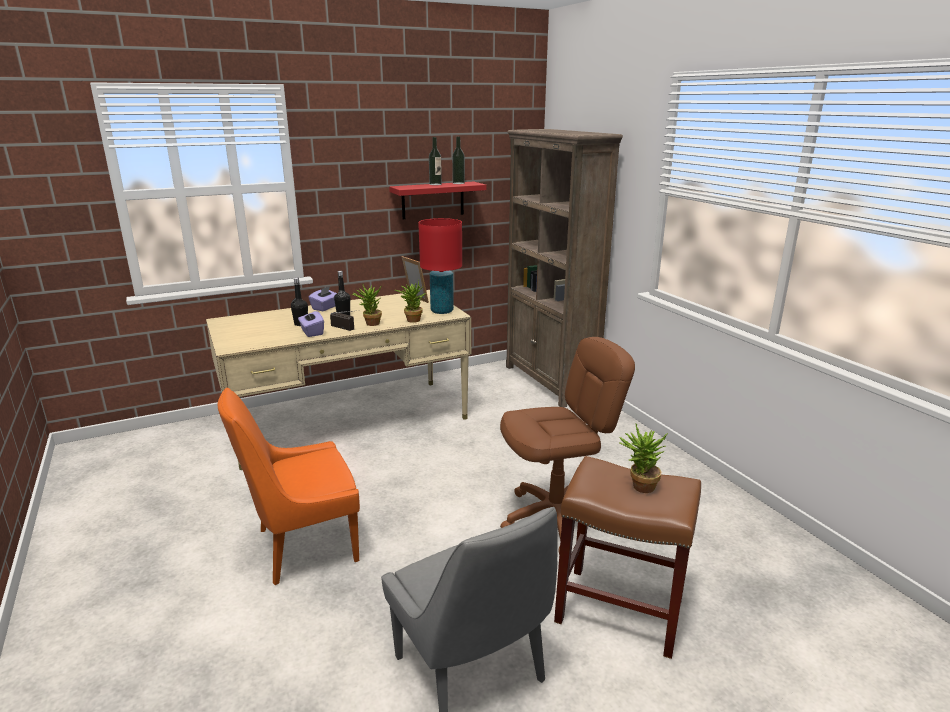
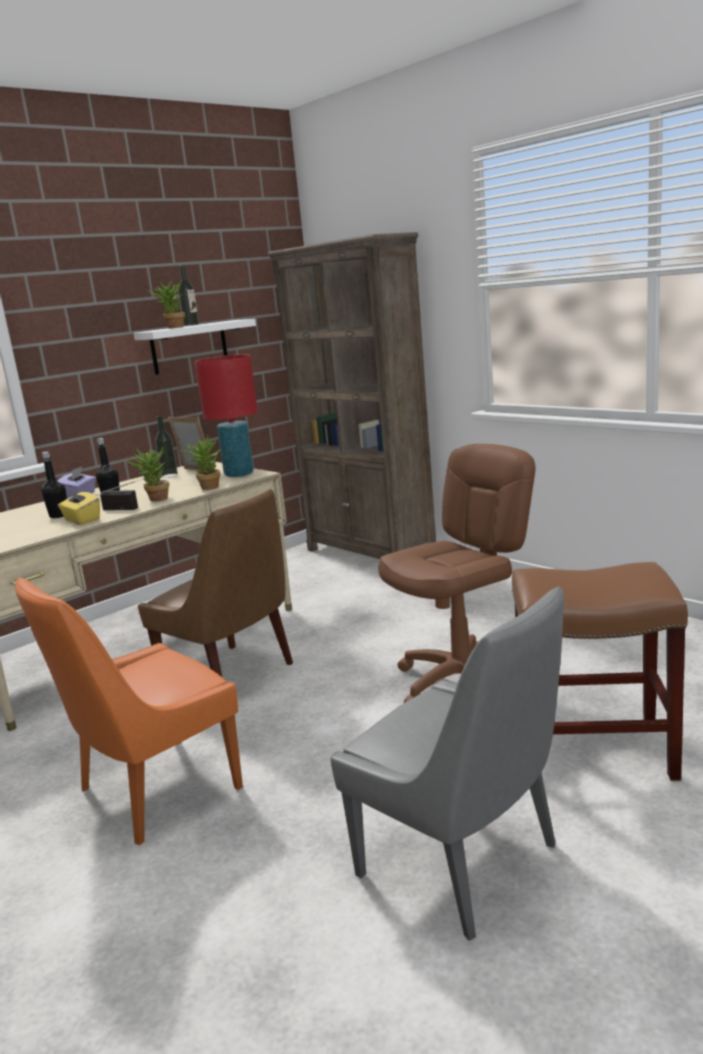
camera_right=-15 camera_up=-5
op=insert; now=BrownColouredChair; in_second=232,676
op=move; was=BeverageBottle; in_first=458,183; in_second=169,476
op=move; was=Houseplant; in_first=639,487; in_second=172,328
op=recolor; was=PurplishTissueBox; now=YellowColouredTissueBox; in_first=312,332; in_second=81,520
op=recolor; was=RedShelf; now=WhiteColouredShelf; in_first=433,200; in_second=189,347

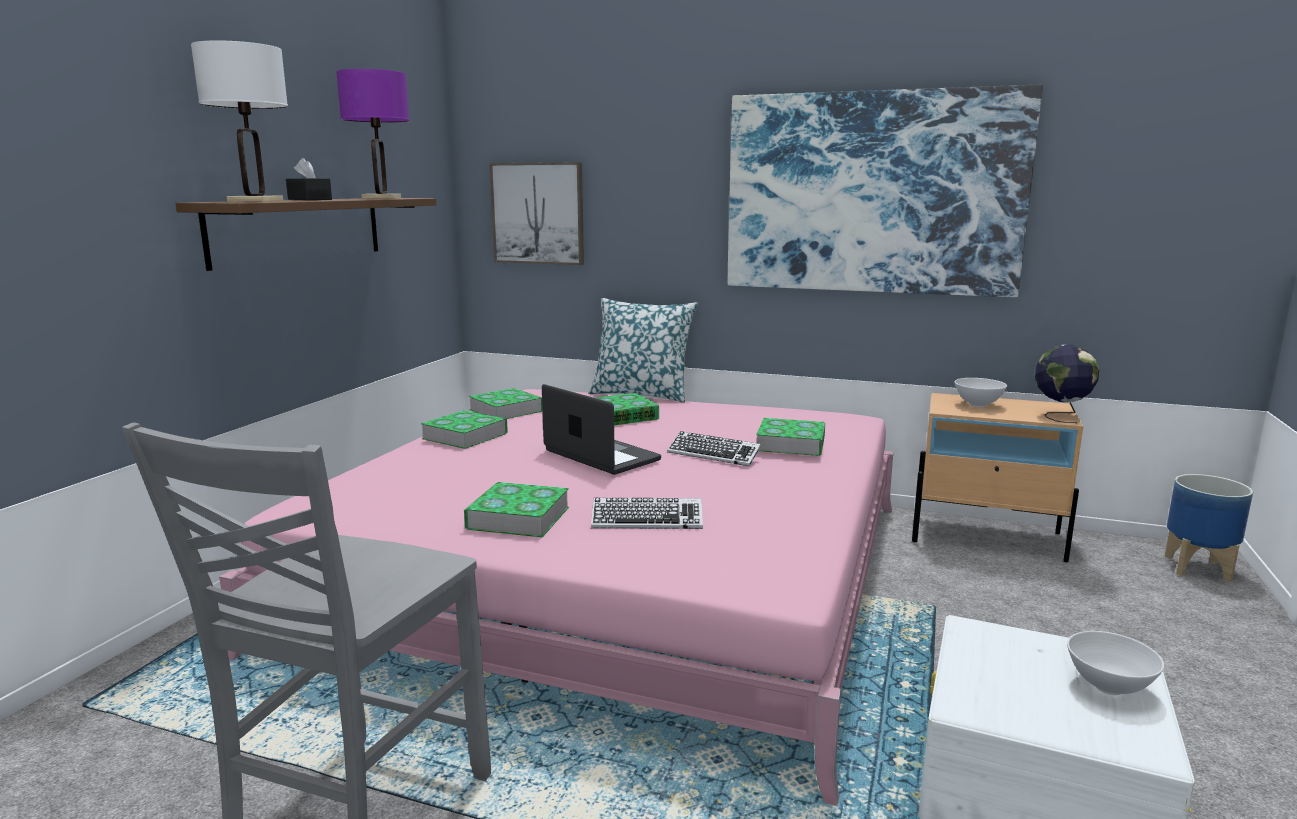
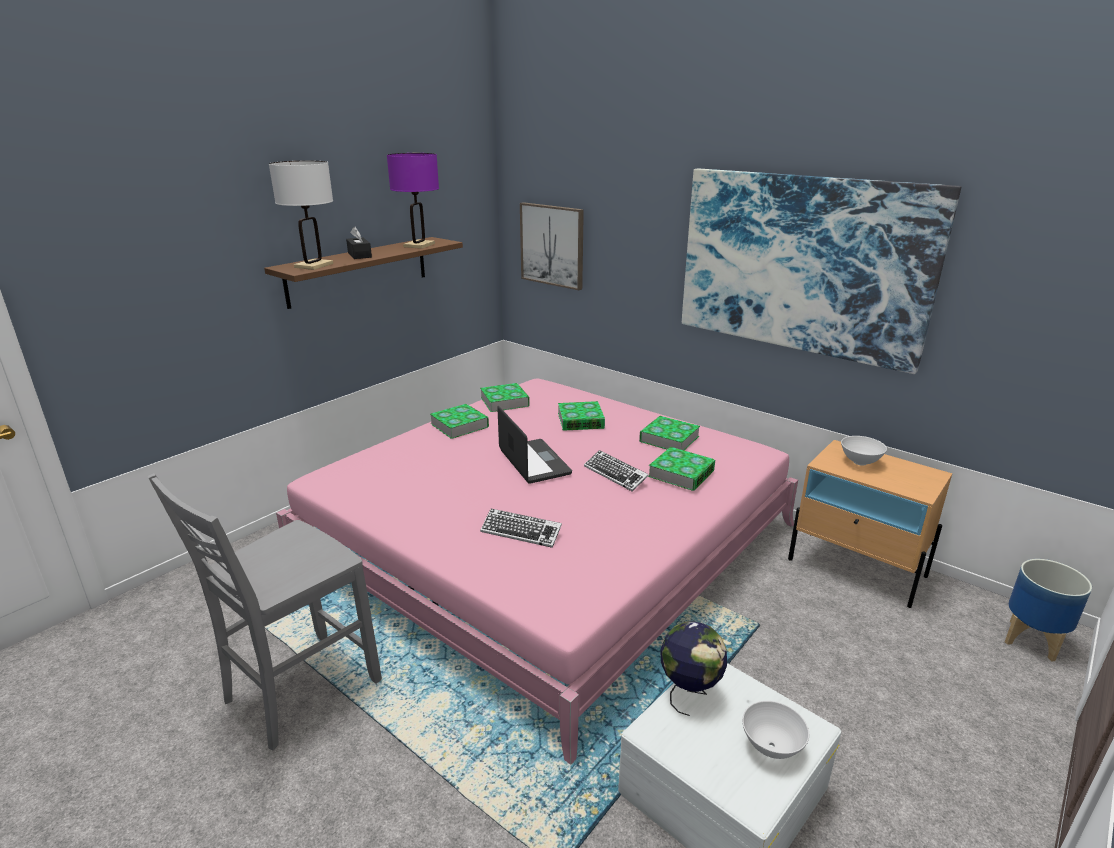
camera_right=20 camera_up=10
op=delete; was=Cushion; in_first=642,394
op=move; was=Book; in_first=518,518; in_second=669,439
op=move; was=DeskGlobe; in_first=1060,416; in_second=689,693

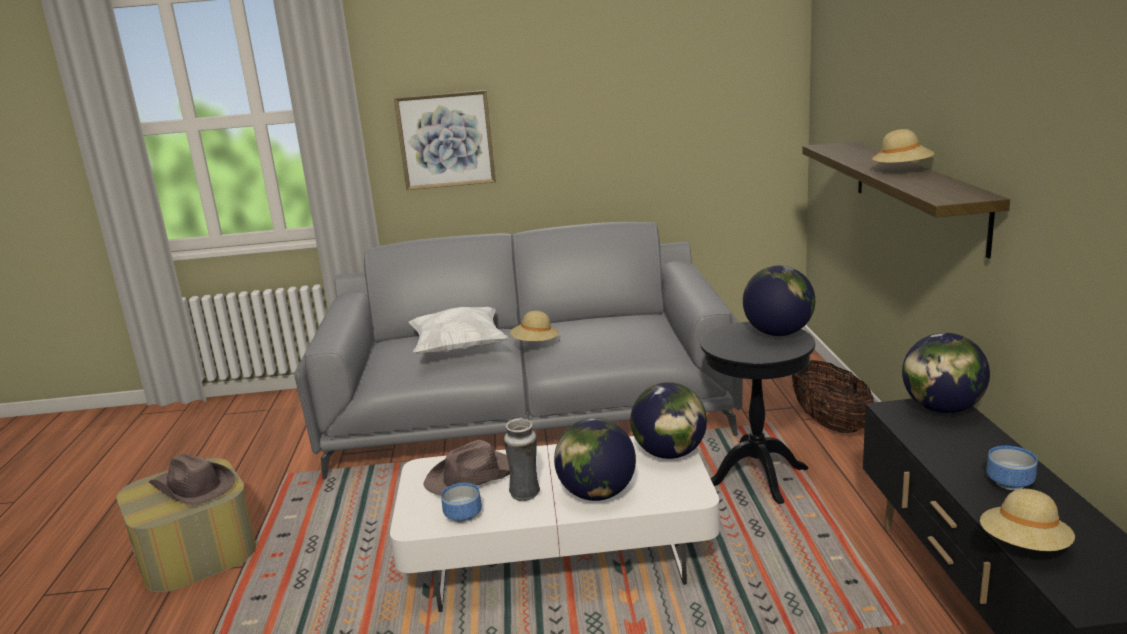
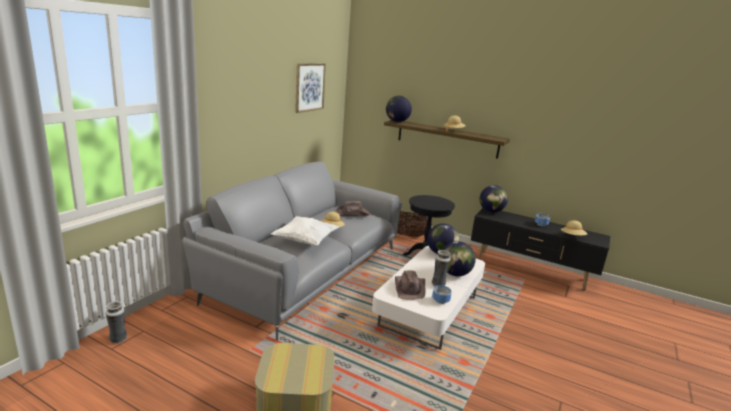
camera_right=-60 camera_up=0
op=insert; now=DecorativeVase; in_second=118,339
op=move; was=BrownColouredWearableHat; in_first=193,487; in_second=352,214
op=move; was=WallArt; in_first=446,140; in_second=309,87
op=move; was=DeskGlobe; in_first=778,333; in_second=397,121

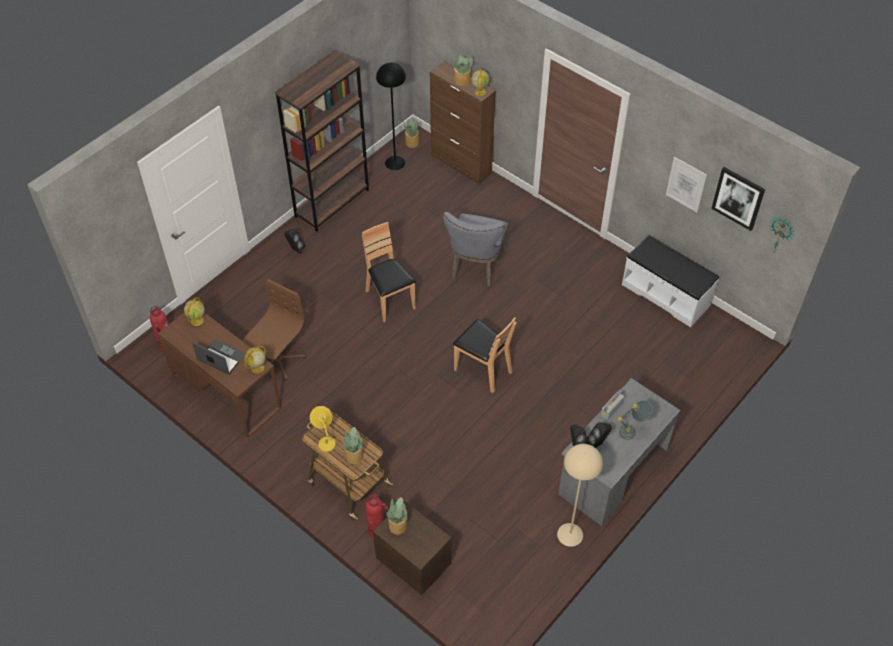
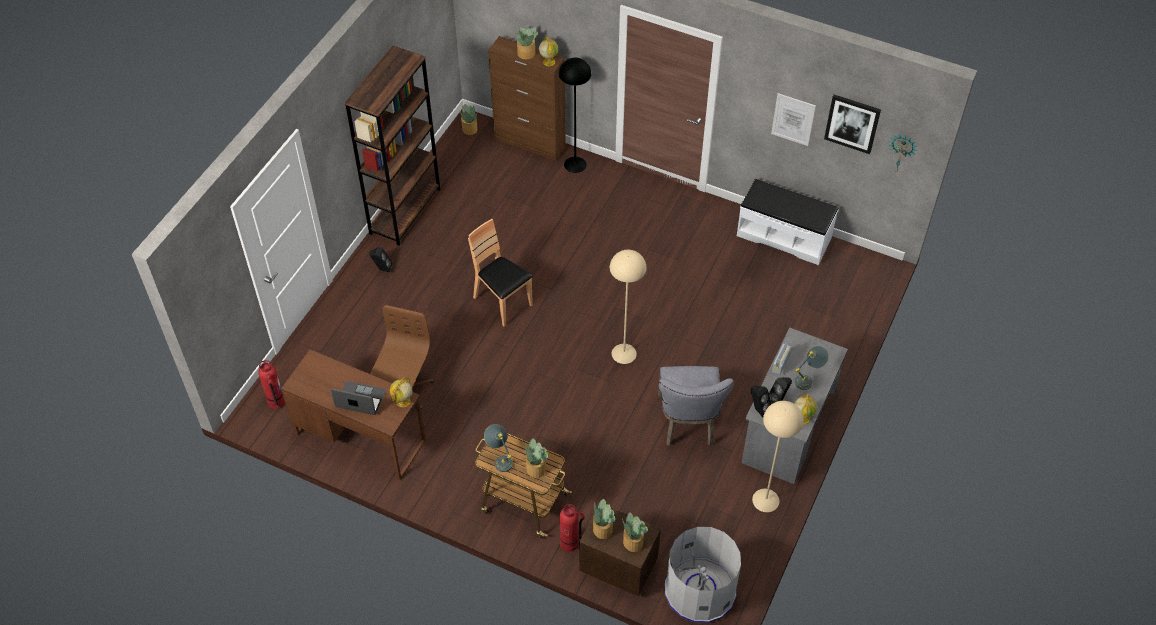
camera_right=-15 camera_up=0
op=insert; now=Houseplant; in_second=633,541
op=insert; now=GreyishTrashCan; in_second=700,590
op=move; was=DeskGlobe; in_first=197,320; in_second=802,418
op=move; was=BlackFloorLamp; in_first=395,163; in_second=575,164
op=move; was=GreyishChair; in_first=476,267; in_second=688,424
op=replace; was=BrownColouredChair; now=BeigeFloorLamp; in_first=483,370; in_second=624,354
op=recolor; was=YellowColouredTabletopLamp; now=GreyishTabletopLamp; in_first=325,439; in_second=500,459

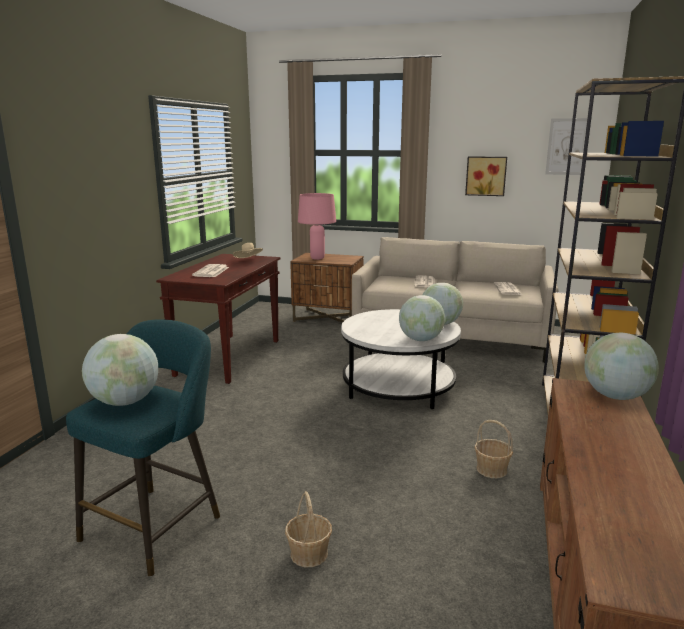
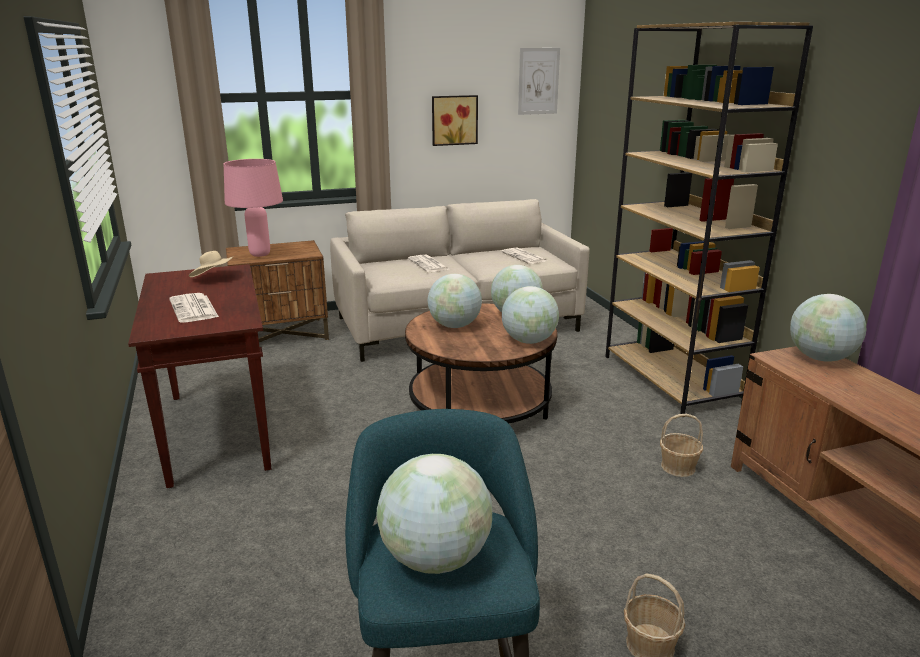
camera_right=-35 camera_up=5
op=insert; now=DeskGlobe; in_second=454,326
op=recolor; was=WhiteColouredLoungeTable; now=BrownColouredLoungeTable; in_first=398,386; in_second=480,403

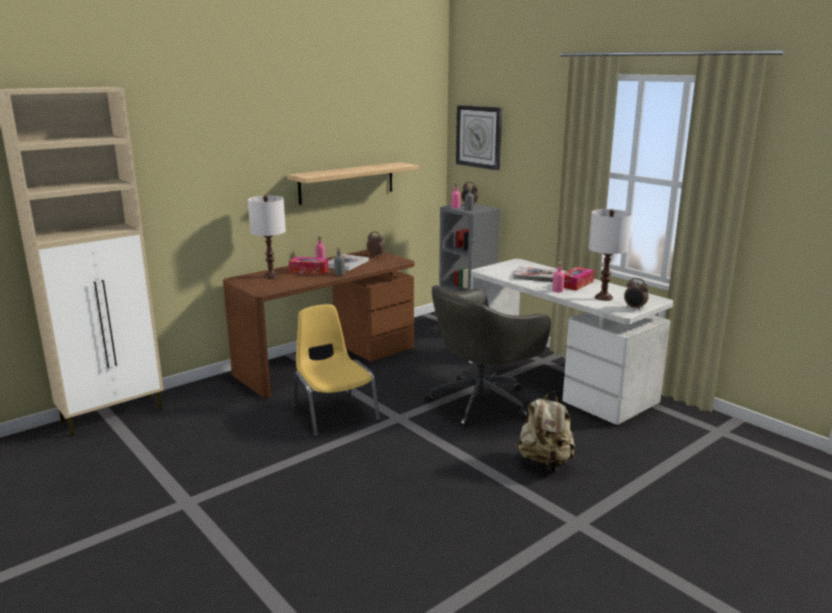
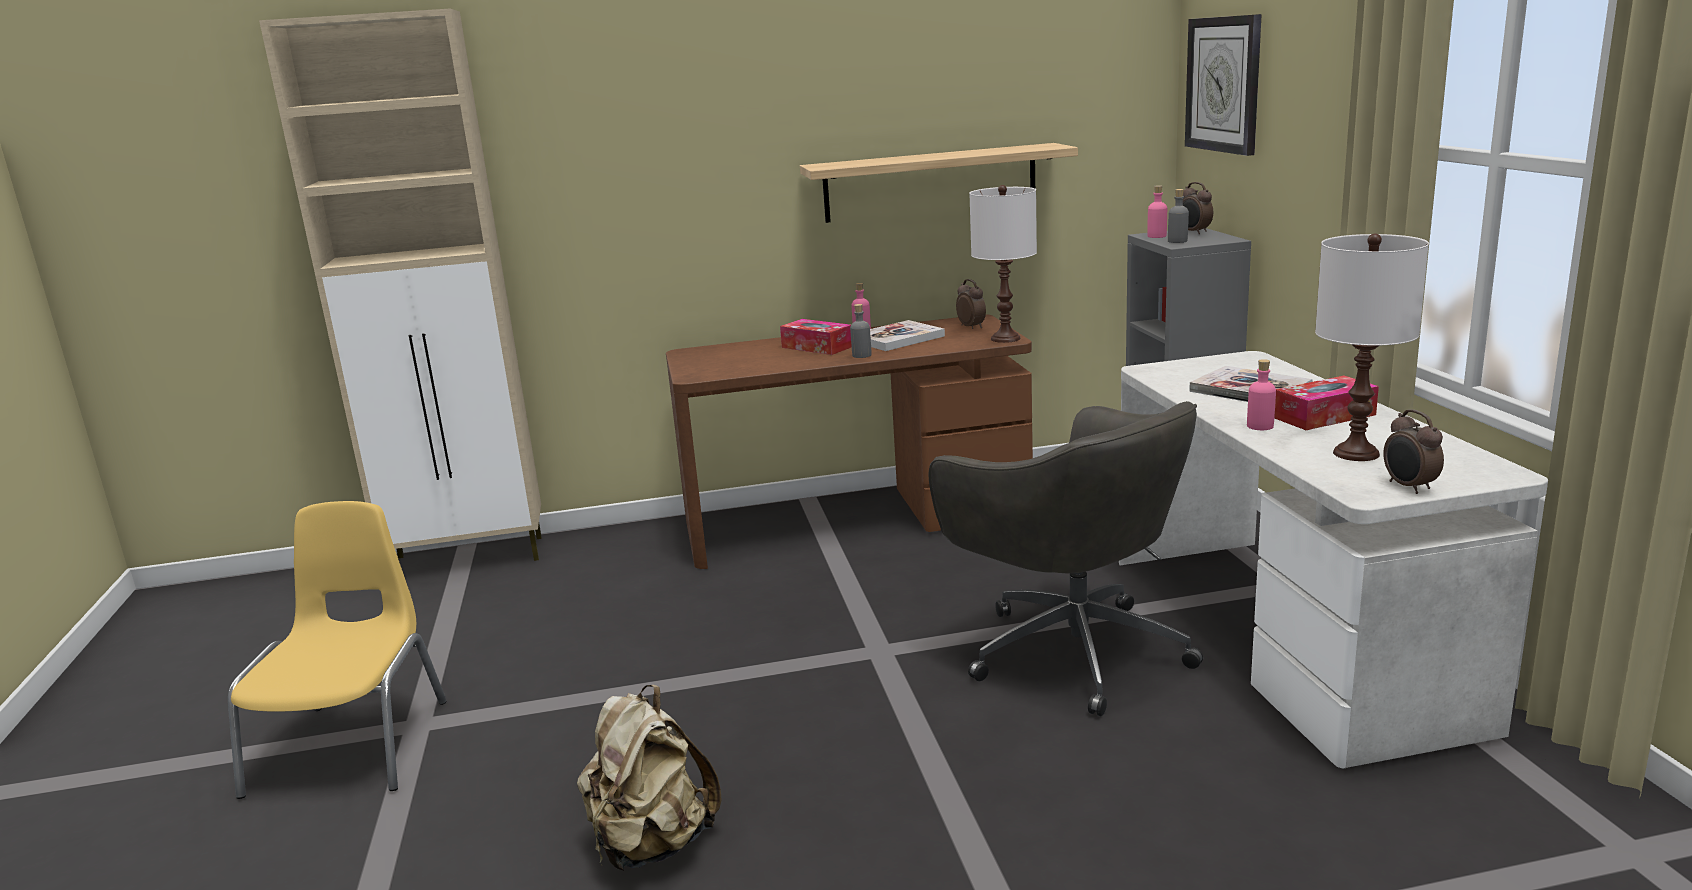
camera_right=30 camera_up=0
op=move; was=WhiteColouredTabletopLamp; in_first=270,276; in_second=1005,338
op=move; was=YellowColouredChair; in_first=334,412; in_second=353,745
op=move; was=BeigeKnapsack; in_first=544,463; in_second=652,844
op=rotate; was=GreyishComputerChair; in_first=482,401; in_second=1071,650; clockwise=-120

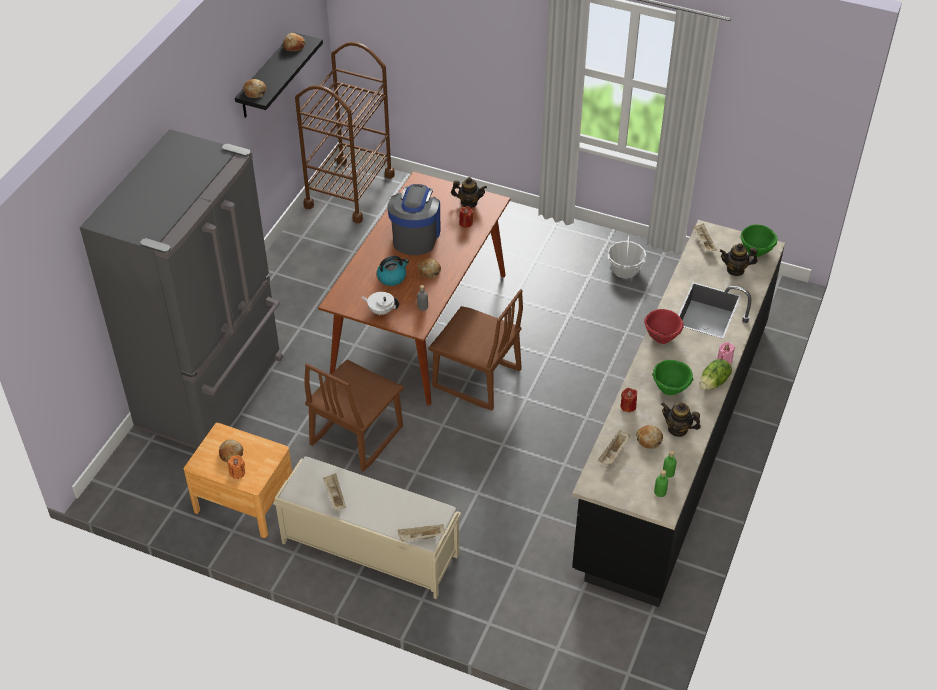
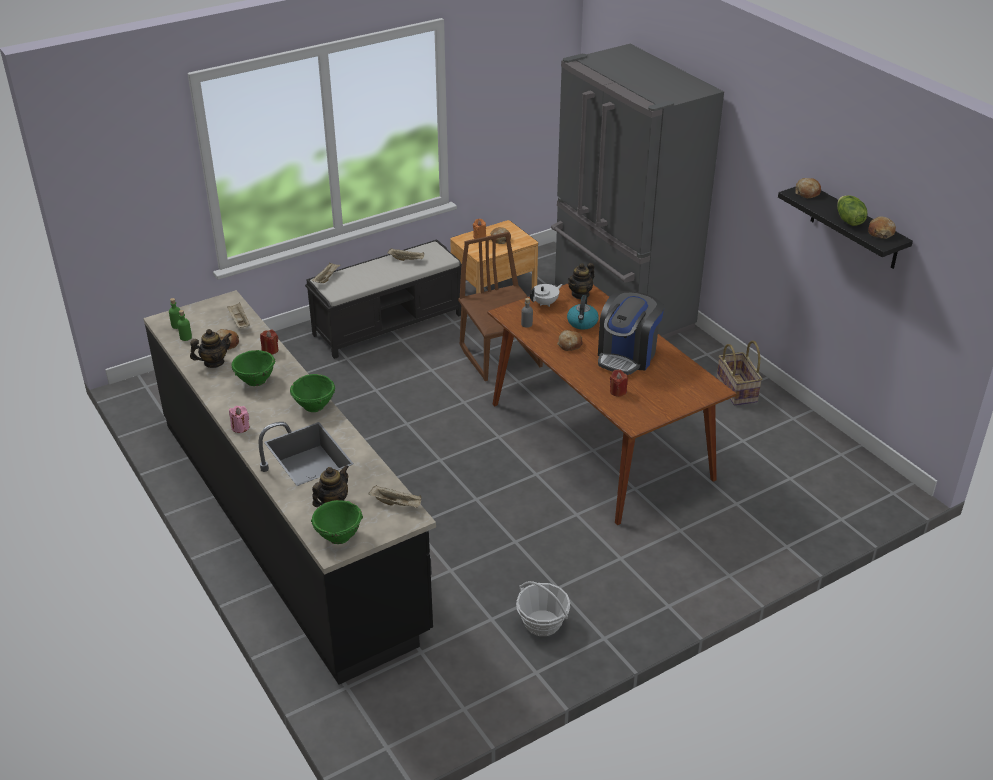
camera_right=125 camera_up=-10
op=delete; was=BrownColouredCart; in_first=349,190
op=delete; was=BrownColouredChair; in_first=476,379
op=insert; now=HouseholdBasket; in_second=737,390
op=move; was=Teapot; in_first=469,203; in_second=580,294
op=move; was=Lettuce; in_first=714,382; in_second=848,221
op=recolor; was=BeigeLongSeat; now=BlackLongSeat; in_first=369,548; in_second=389,324
op=recolor; was=RedBowl; now=GreenishBowl; in_first=661,336; in_second=315,406
op=rotate; was=CoffeeMachine; in_first=415,236; in_second=627,355; clockwise=75

